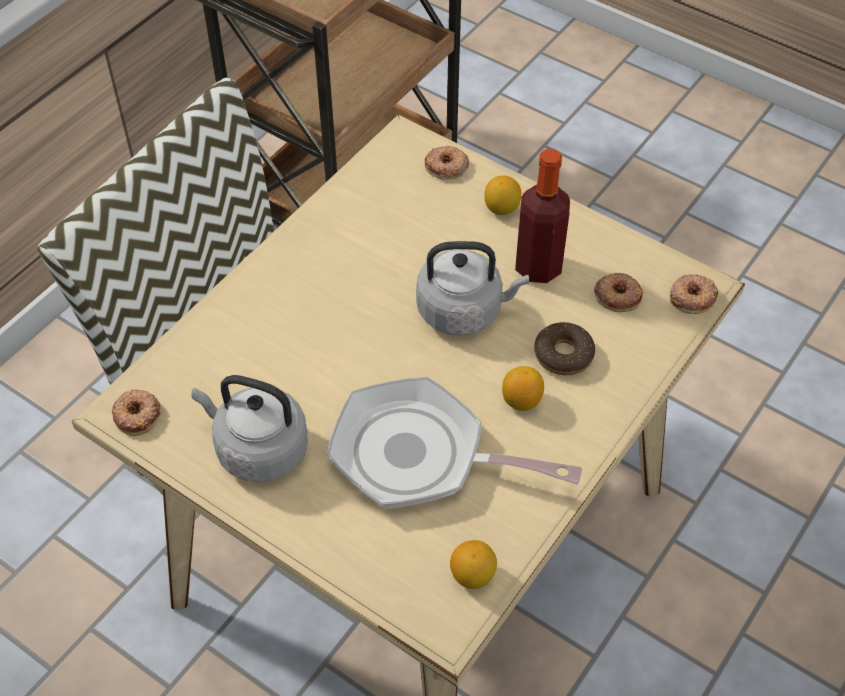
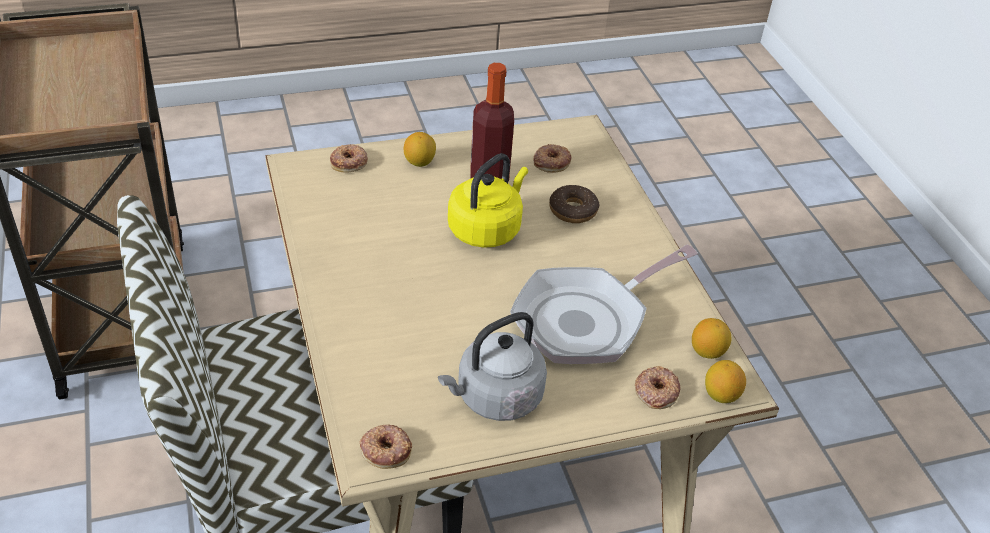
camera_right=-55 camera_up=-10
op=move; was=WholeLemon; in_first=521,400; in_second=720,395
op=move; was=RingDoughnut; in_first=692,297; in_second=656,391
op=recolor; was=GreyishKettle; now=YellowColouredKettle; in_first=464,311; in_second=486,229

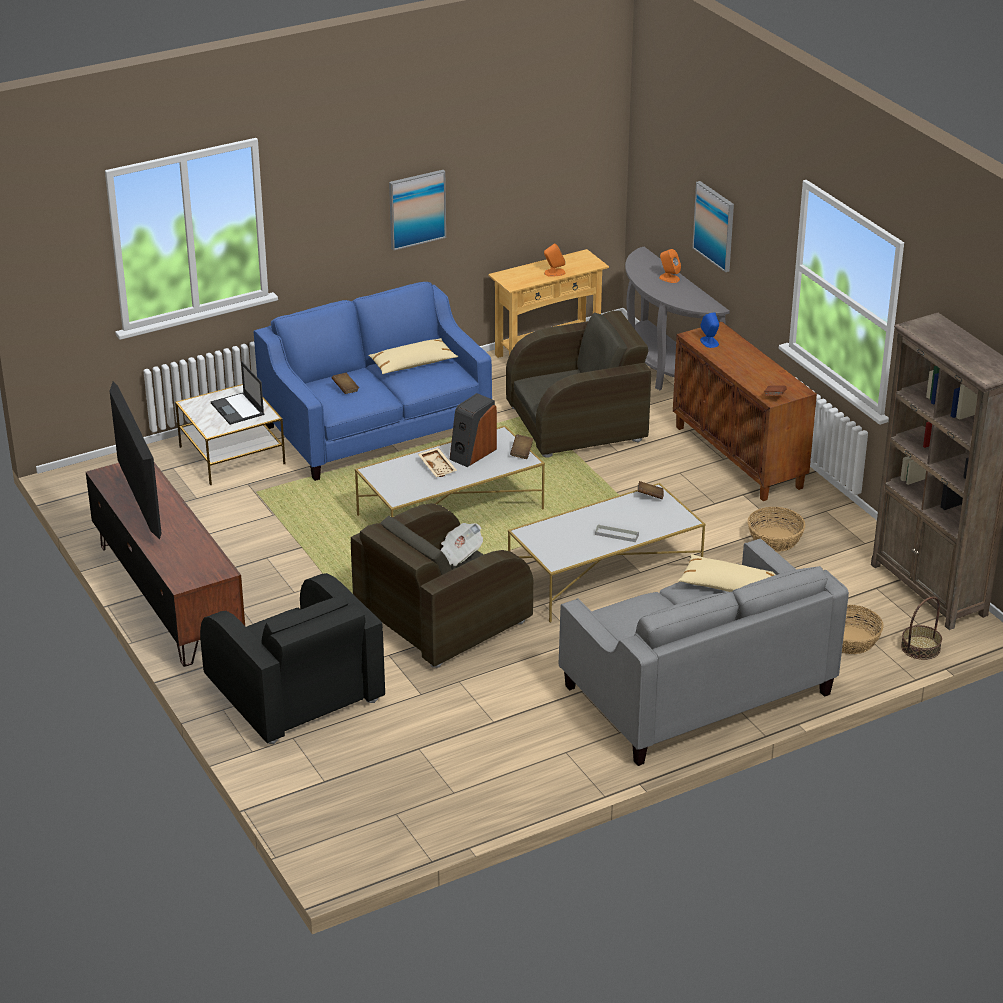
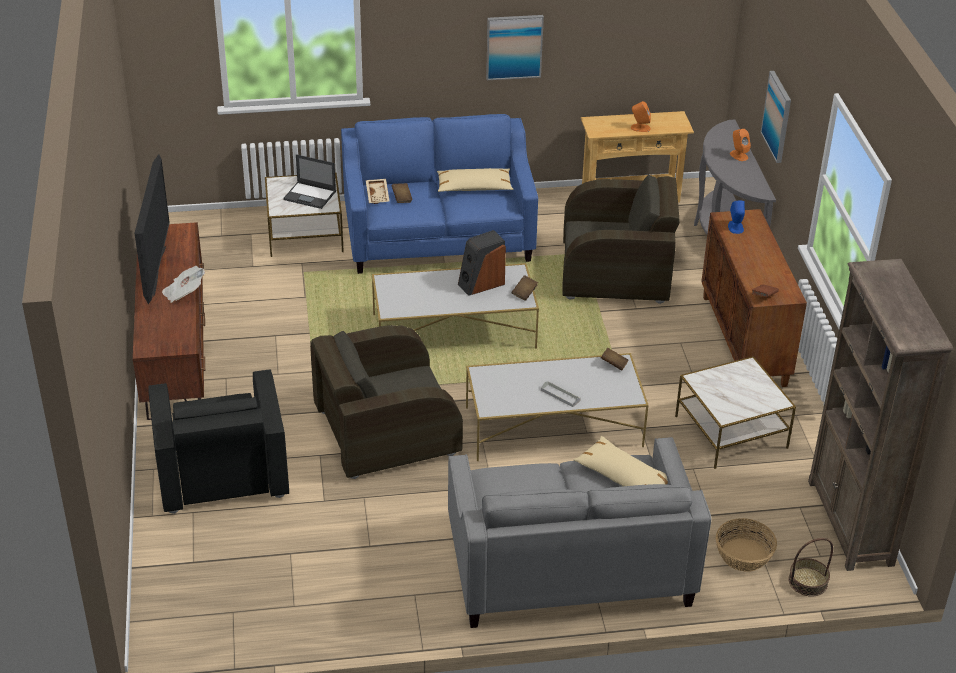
camera_right=20 camera_up=5
op=move; was=BeigeTray; in_first=438,467; in_second=378,195
op=move; was=PrintedPaper; in_first=458,555; in_second=184,293
op=replace; was=HouseholdBasket; now=EndTable; in_first=775,539; in_second=731,432
op=rotate; was=PortableComputer; in_first=238,409; in_second=310,195; clockwise=-60

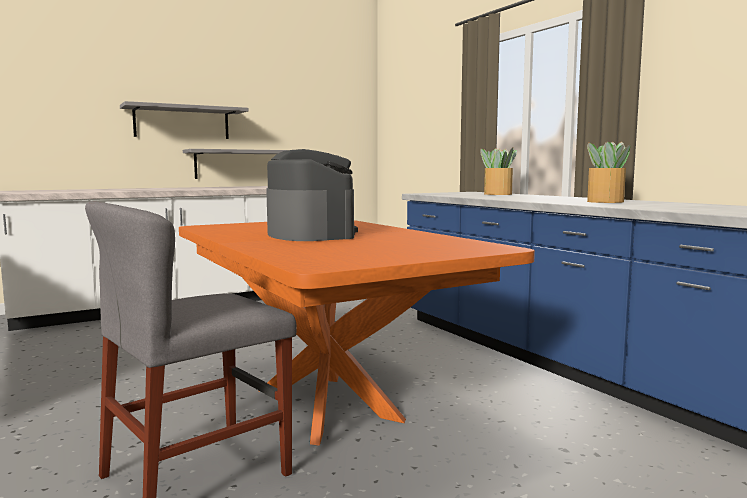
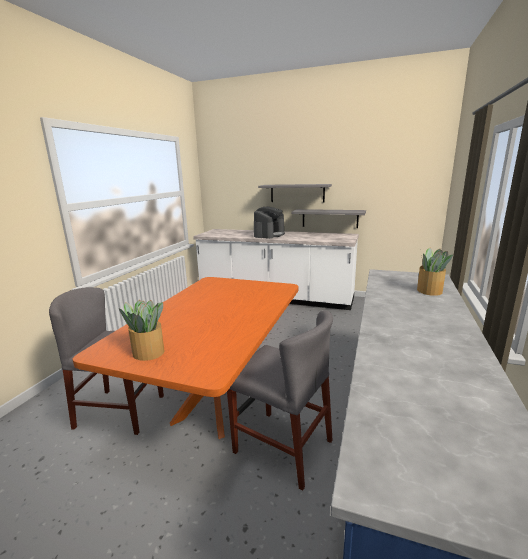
camera_right=50 camera_up=10
op=insert; now=GreyishChair; in_second=282,446
op=move; was=CoffeeMachine; in_first=310,234; in_second=269,235
op=move; was=Houseplant; in_first=604,201; in_second=148,352

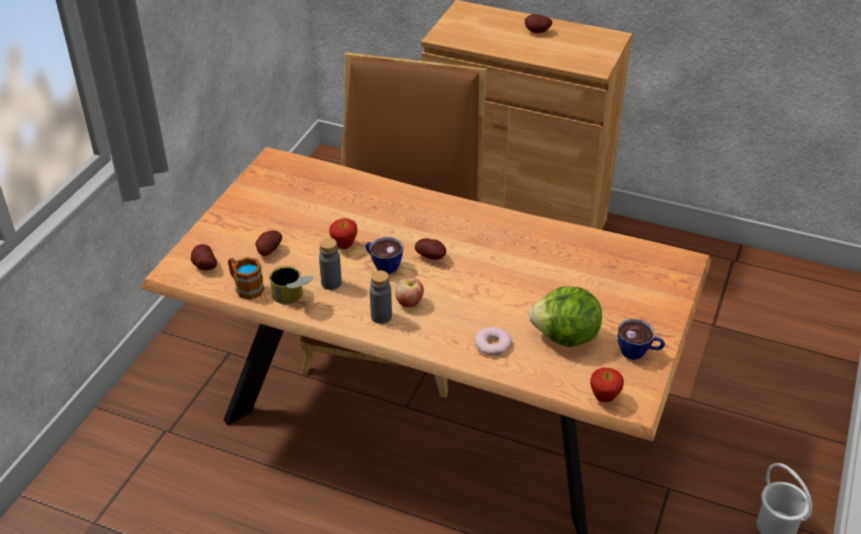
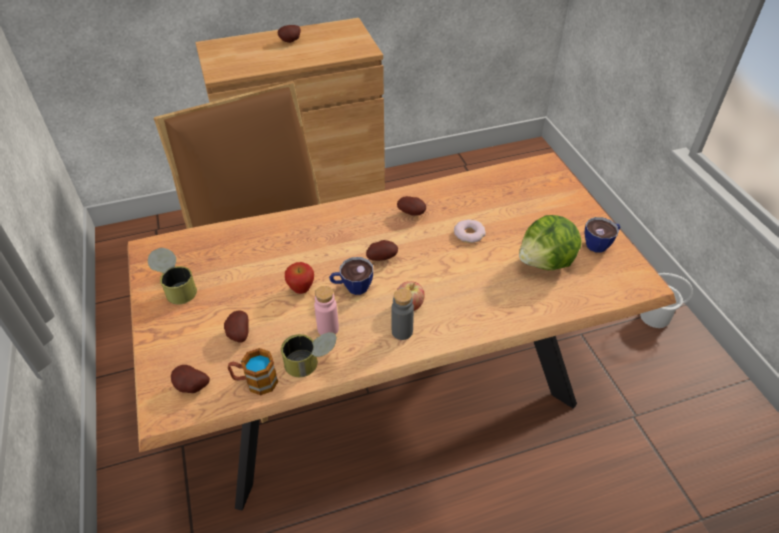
camera_right=-40 camera_up=5
op=delete; was=AppleFruit; in_first=604,398
op=insert; now=SealedCan; in_second=176,287
op=insert; now=Spud; in_second=412,213
op=move; was=RingDoughnut; in_first=493,344; in_second=469,234
op=recolor; was=GreyishBeverageBottle; now=PinkishBeverageBottle; in_first=331,283; in_second=328,329

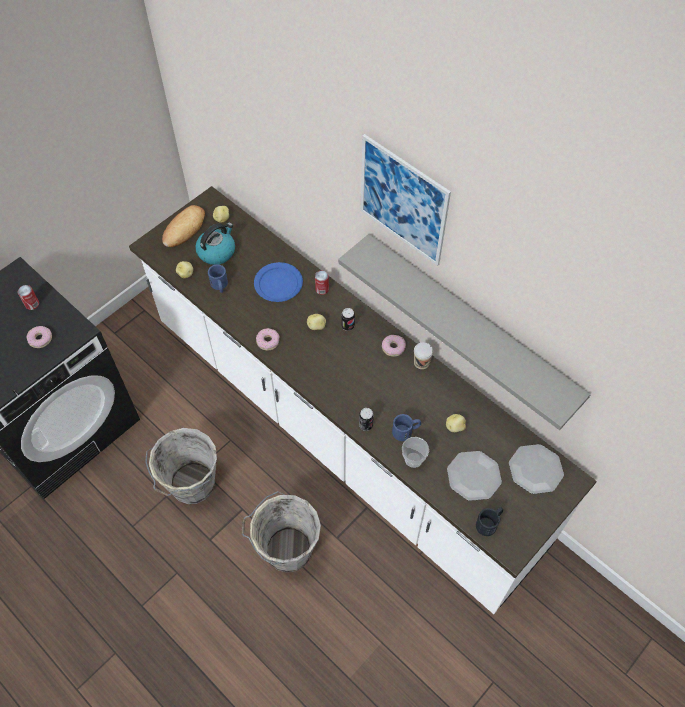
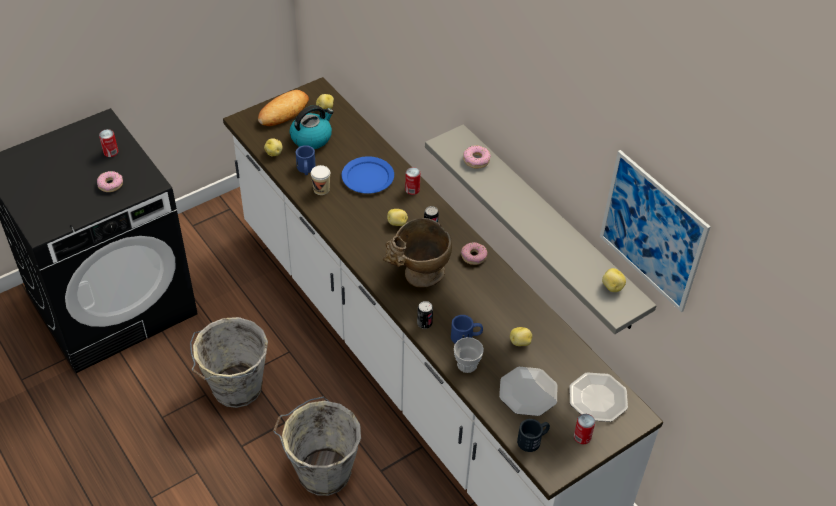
camera_right=10 camera_up=-10
op=insert; now=BeigeDecorativeVase; in_second=418,277
op=insert; now=SealedCan; in_second=582,437
op=insert; now=Spud; in_second=612,287
op=move; was=RingDoughnut; in_first=267,341; in_second=476,160
op=move; was=WallArt; in_first=403,201; in_second=652,231
op=move; was=SmallCup; in_first=421,362; in_second=321,189

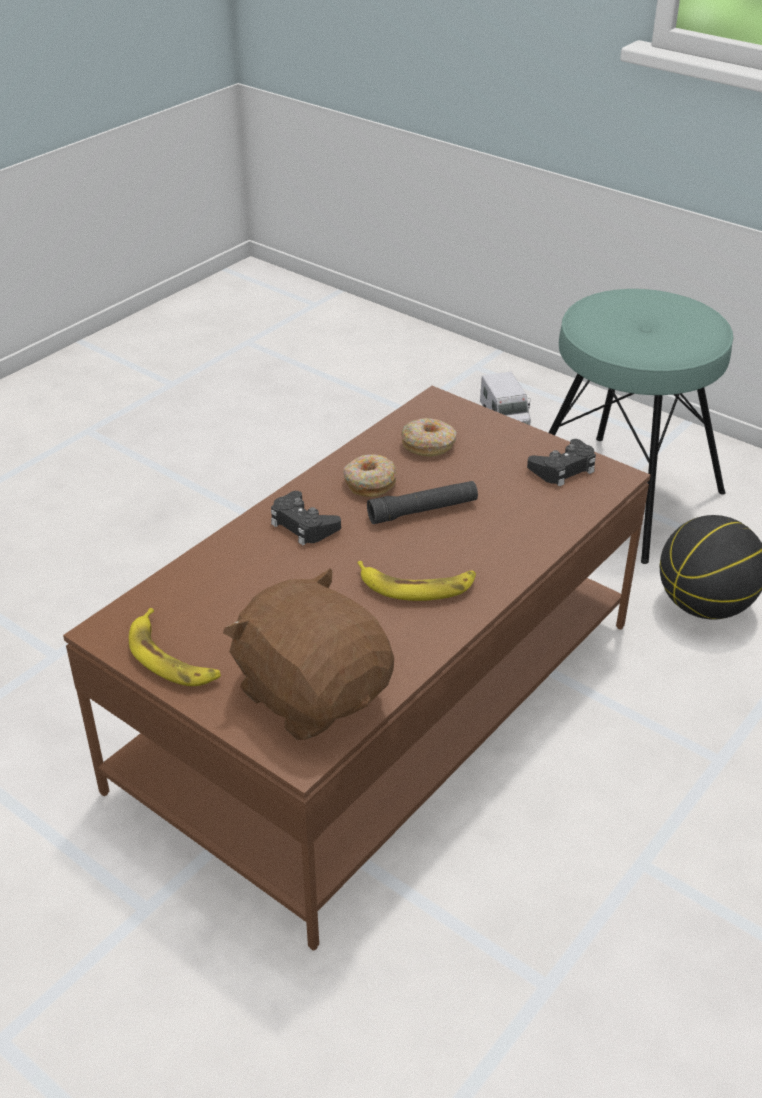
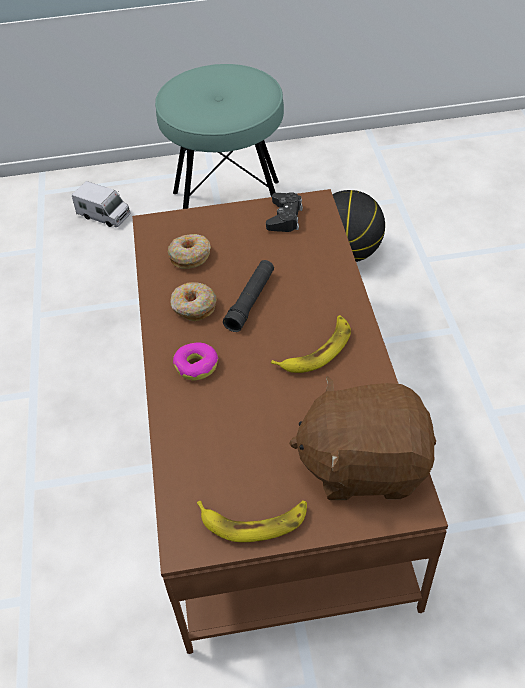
camera_right=-45 camera_up=10
op=replace; was=BlackGameController; now=RingDoughnut; in_first=303,525; in_second=196,366

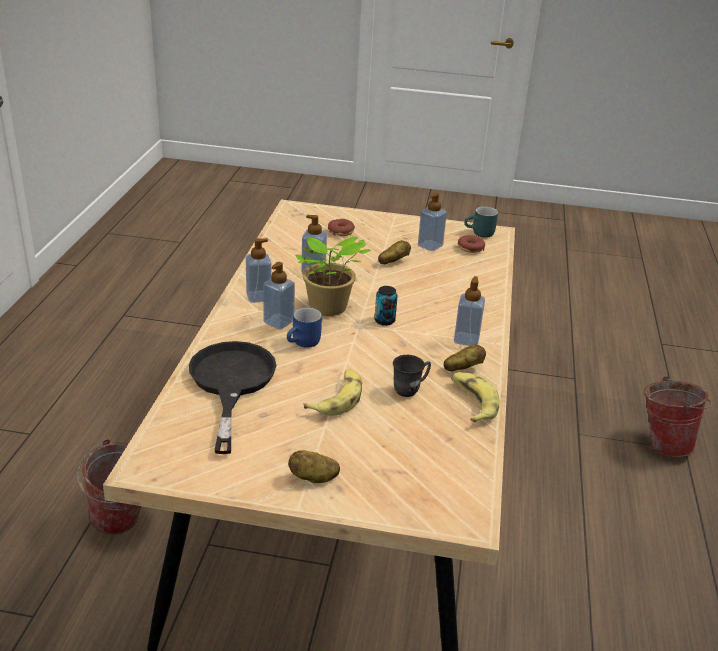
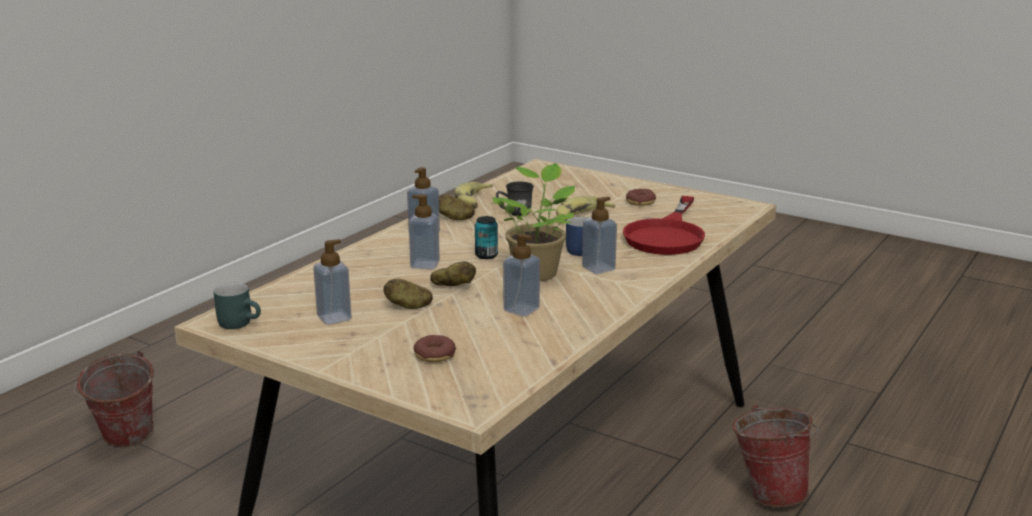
camera_right=-155 camera_up=-10
op=move; was=SoapBottle; in_first=258,297; in_second=425,264
op=move; was=Spud; in_first=313,478; in_second=453,286
op=move; was=RingDoughnut; in_first=470,248; in_second=640,202
op=recolor; was=BlackPan; now=RedPan; in_first=231,383; in_second=667,235

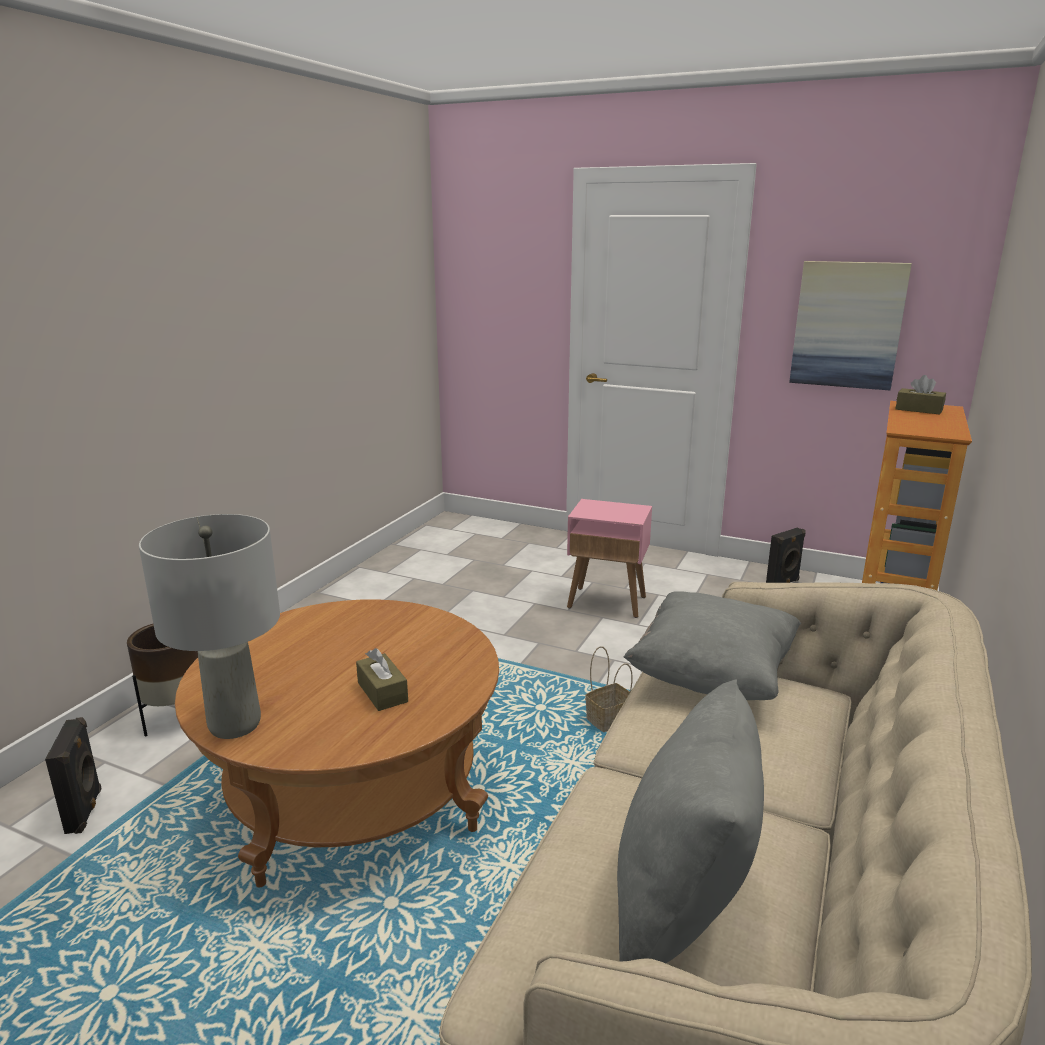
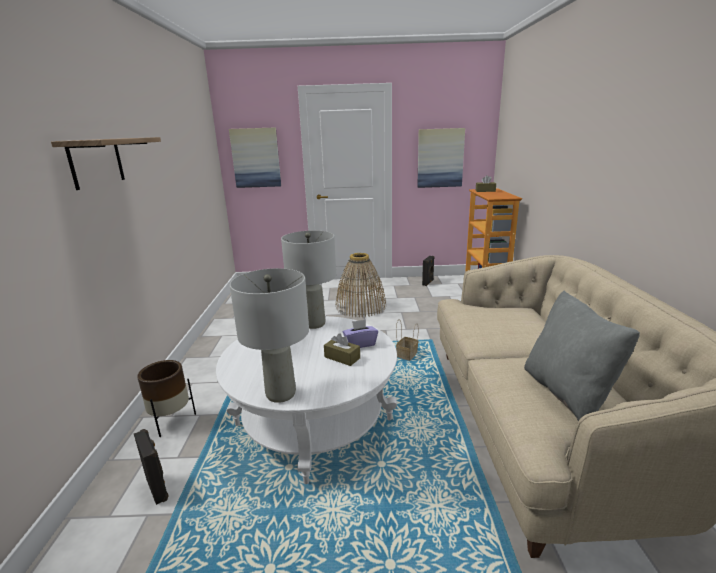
camera_right=-25 camera_up=0
op=delete; was=GreyishCushion; in_first=712,677
op=insert; now=Shelf; in_second=96,162
op=insert; now=WallArt; in_second=256,158
op=insert; now=GreyishTabletopLamp; in_second=314,324
op=insert; now=PurplishTissueBox; in_second=360,344
op=replace; was=PinkishEndTable; now=HouseholdBasket; in_first=607,602; in_second=360,306
op=recolor; was=BrownColouredLoungeTable; now=WhiteColouredLoungeTable; in_first=354,790; in_second=314,422

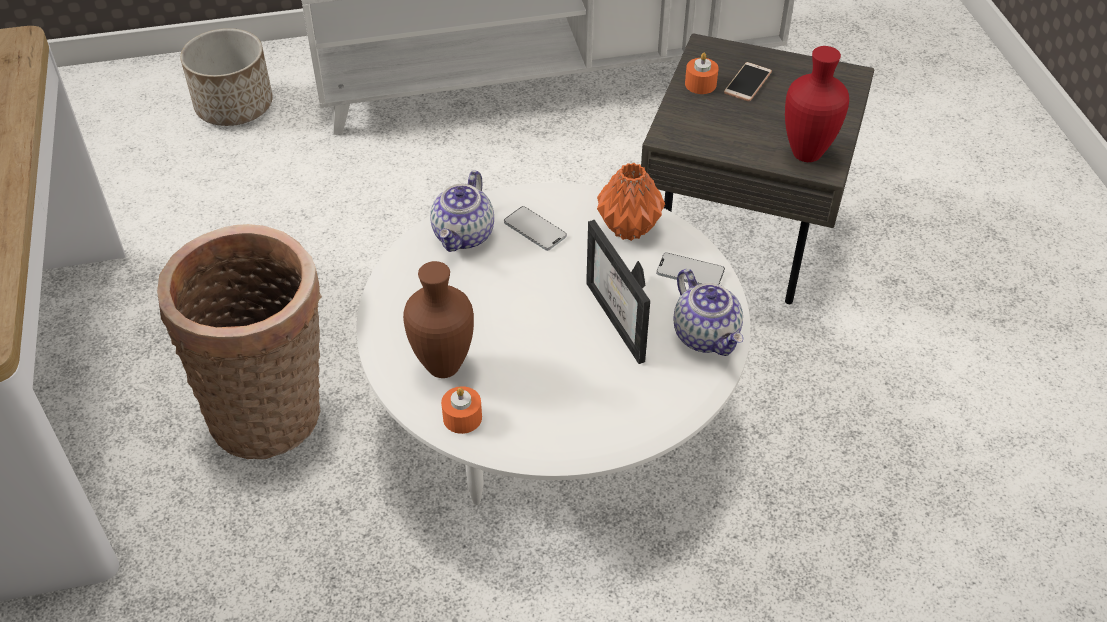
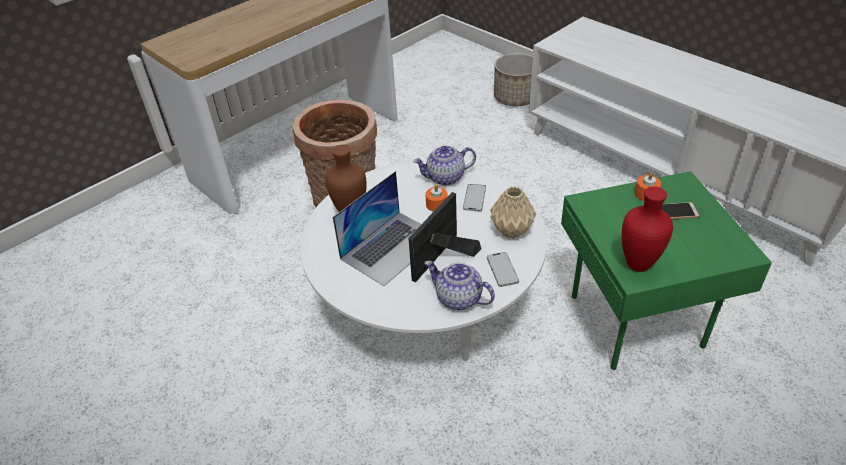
camera_right=60 camera_up=-5
op=insert; now=PortableComputer; in_second=391,247
op=move; was=OrangeColouredCandle; in_first=462,417; in_second=436,204
op=recolor; was=OrangeColouredDecorativeVase; now=BeigeDecorativeVase; in_first=627,228; in_second=511,230
op=recolor; was=GreyishEndTable; now=GreenishEndTable; in_first=744,241; in_second=640,322
op=rotate; was=Teapot; in_first=707,335; in_second=458,299; clockwise=90

